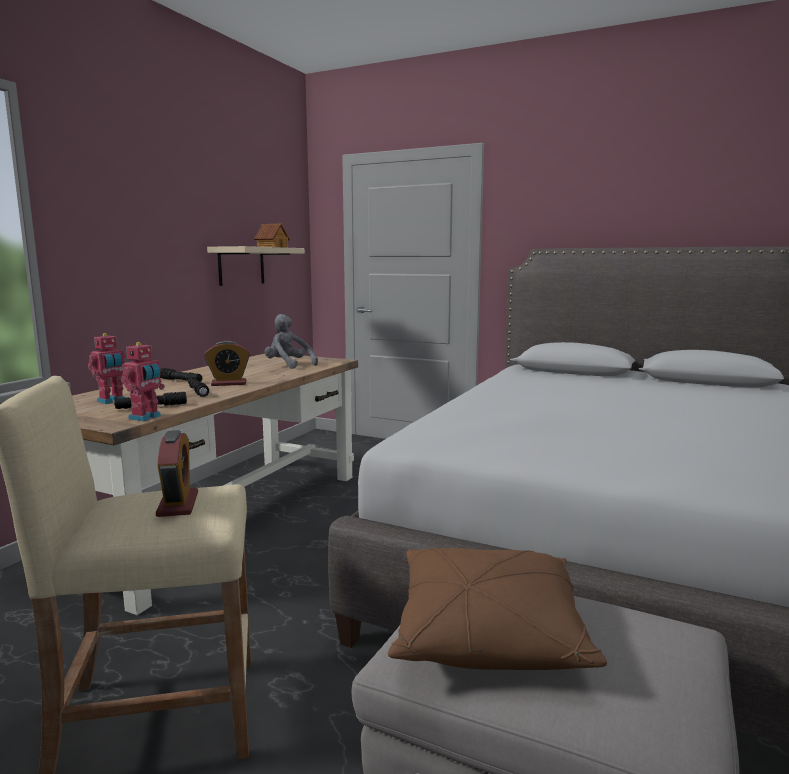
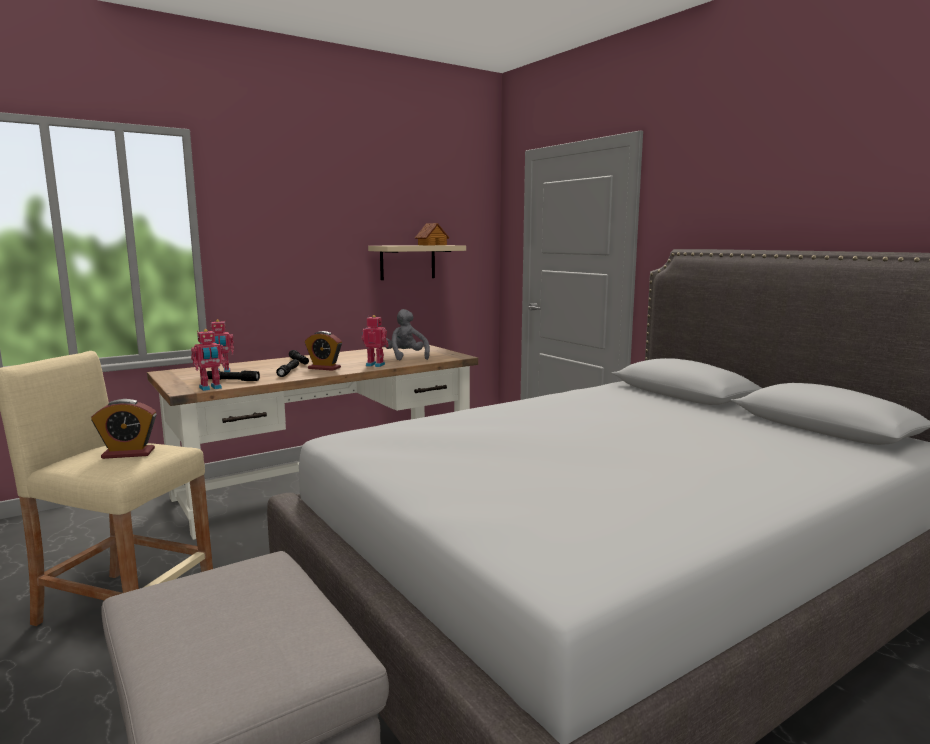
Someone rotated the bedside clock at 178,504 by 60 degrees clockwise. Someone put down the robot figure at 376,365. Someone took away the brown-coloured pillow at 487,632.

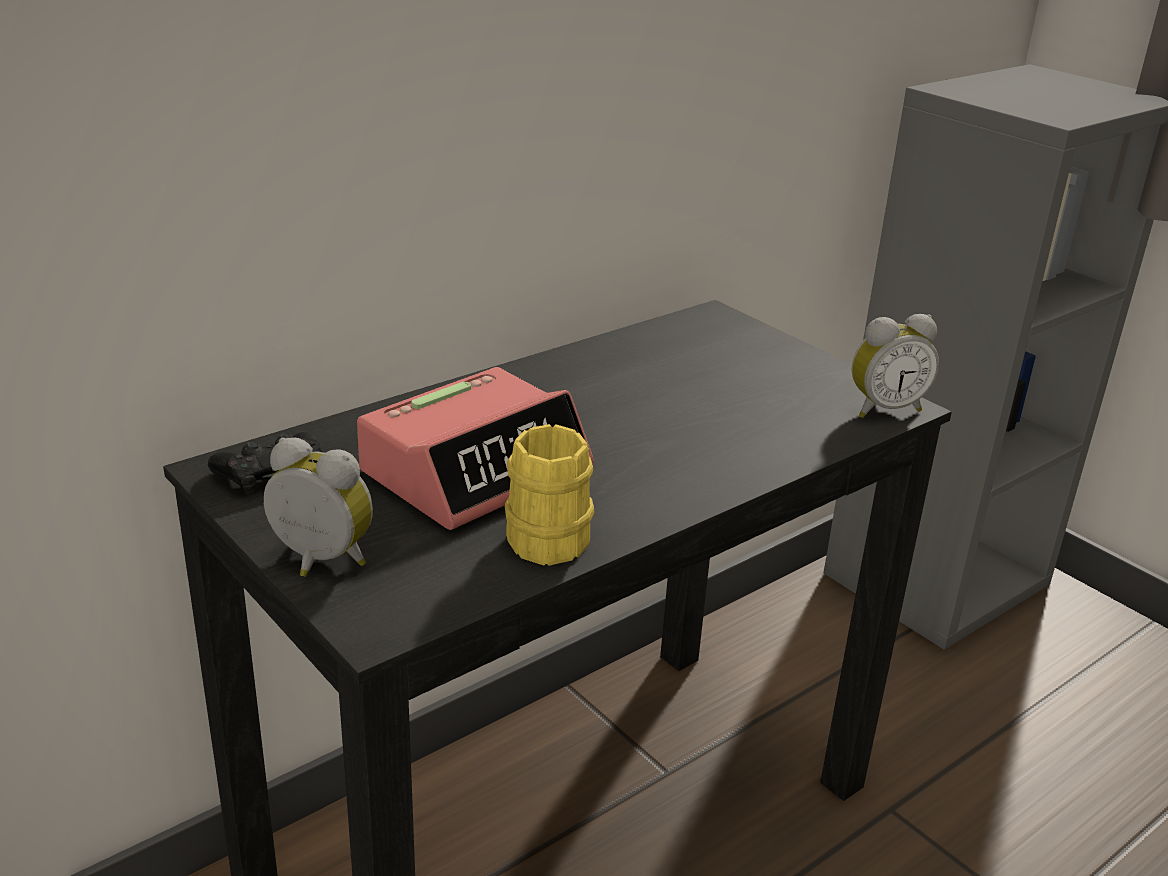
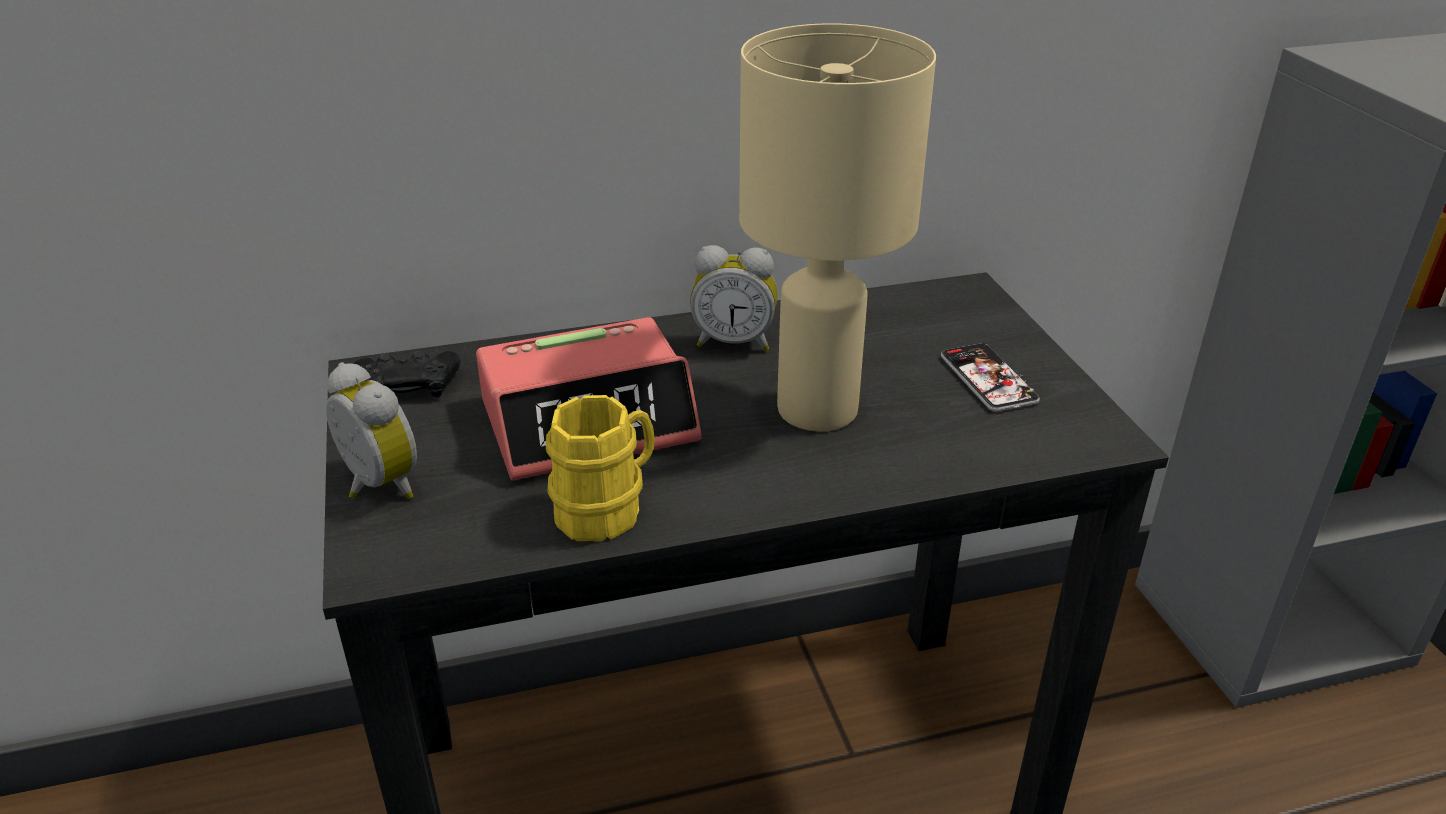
Someone carried the bedside clock from 884,408 to 734,342. Someone put down the beige table lamp at 818,410. Someone put down the telephone at 988,379.

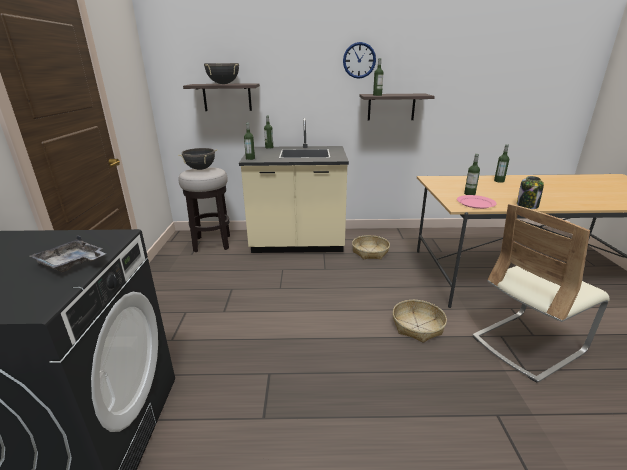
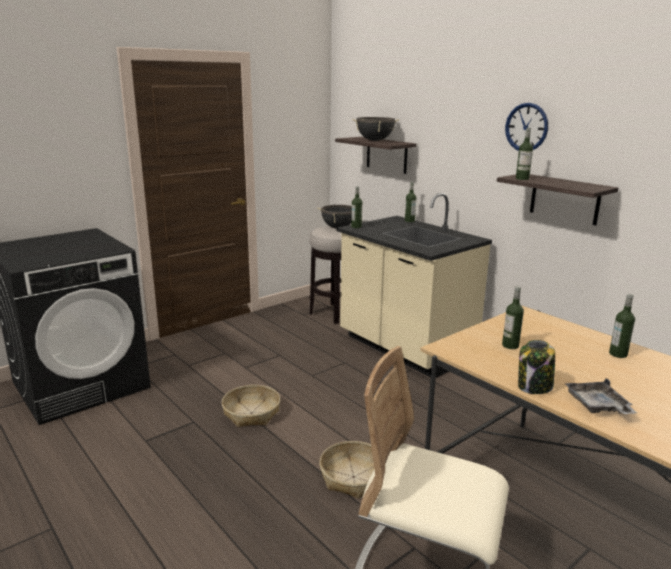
Someone carried the storage basket from 370,252 to 251,413. Someone carried the gray serving tray from 72,263 to 597,406. Someone took away the pink-coloured dinner plate at 475,203.

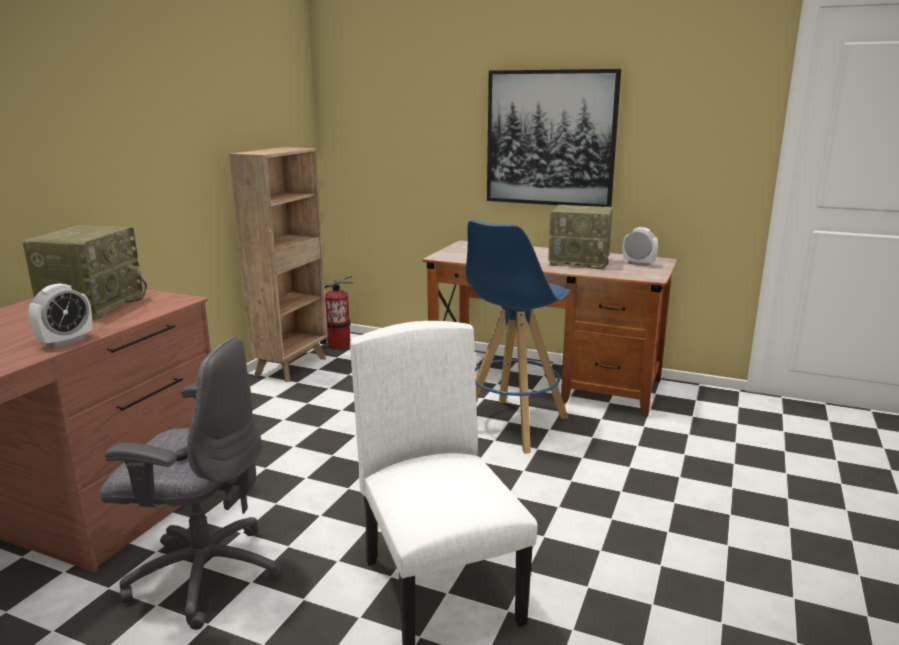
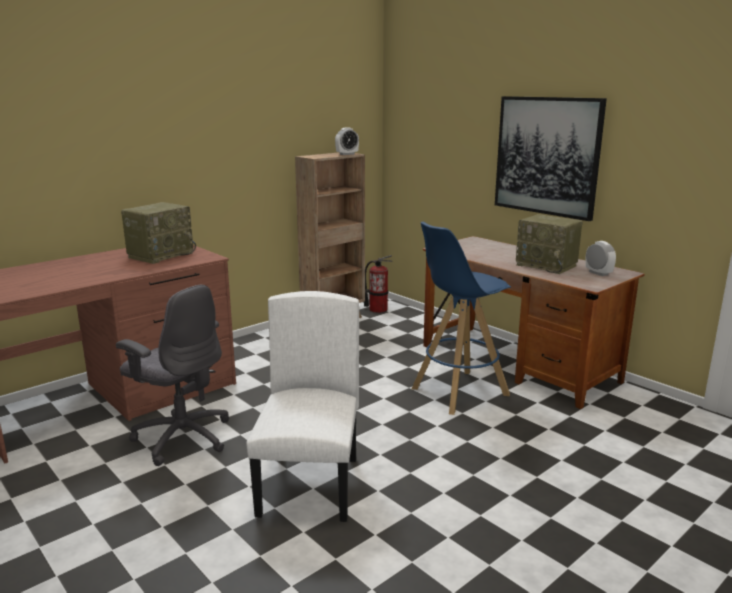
Someone carried the bedside clock from 66,341 to 347,154.

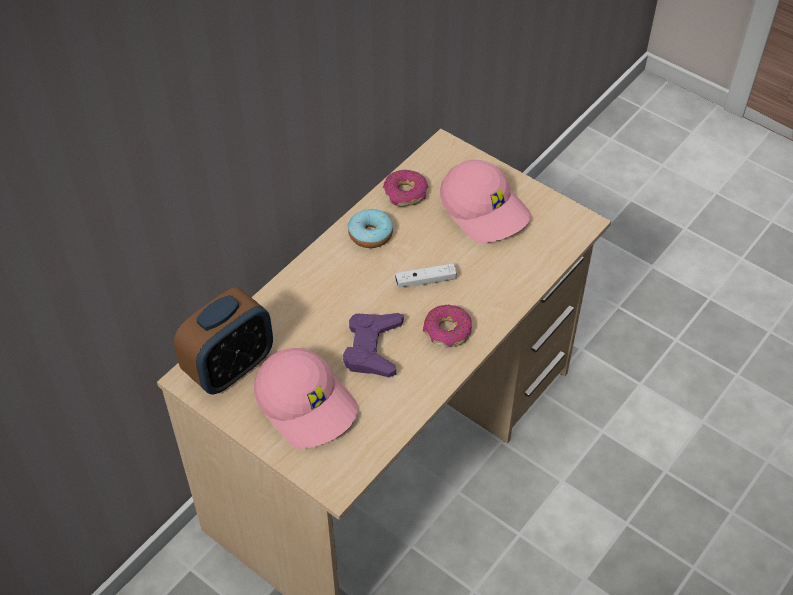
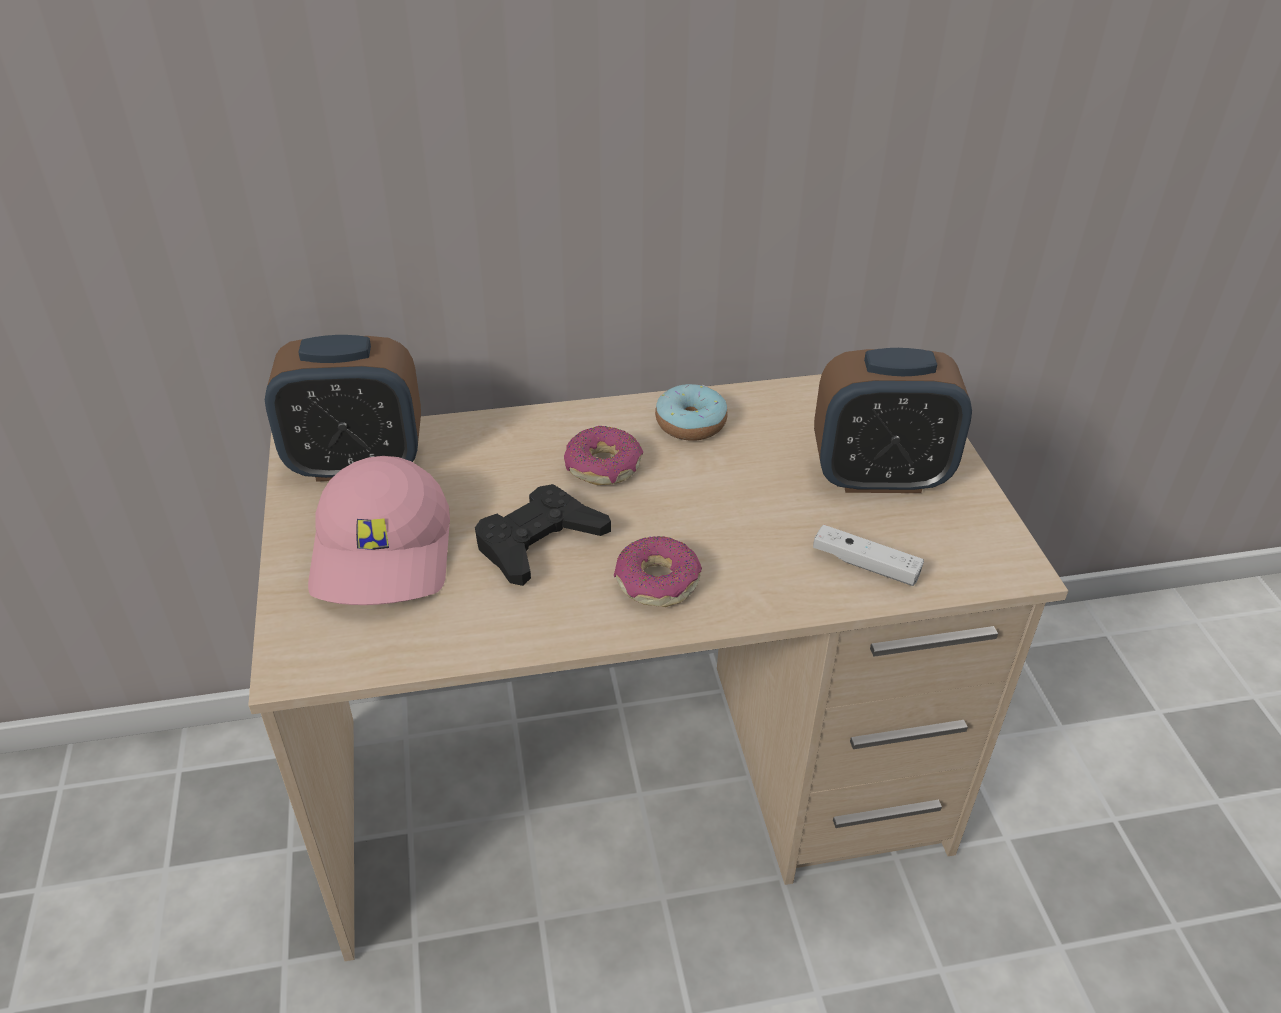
Someone repainted the purplish gamepad at 373,348, which became the blackish gamepad at 539,542. Someone carried the donut from 405,194 to 603,467. Someone carried the white-coloured gamepad from 425,281 to 865,564. Someone swapped the pink-coloured baseball cap at 486,210 for the bedside clock at 879,477.

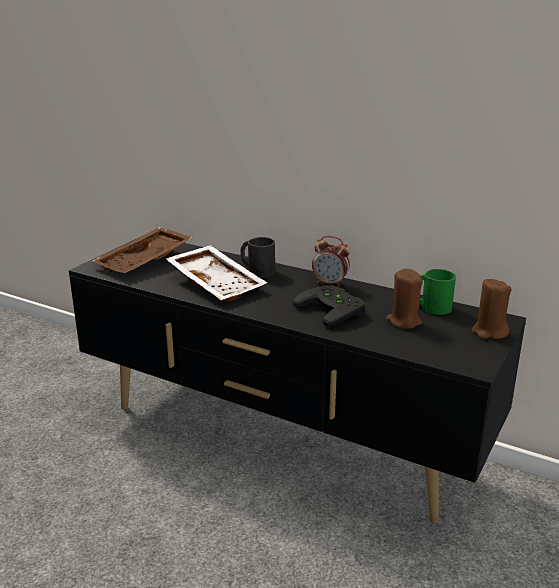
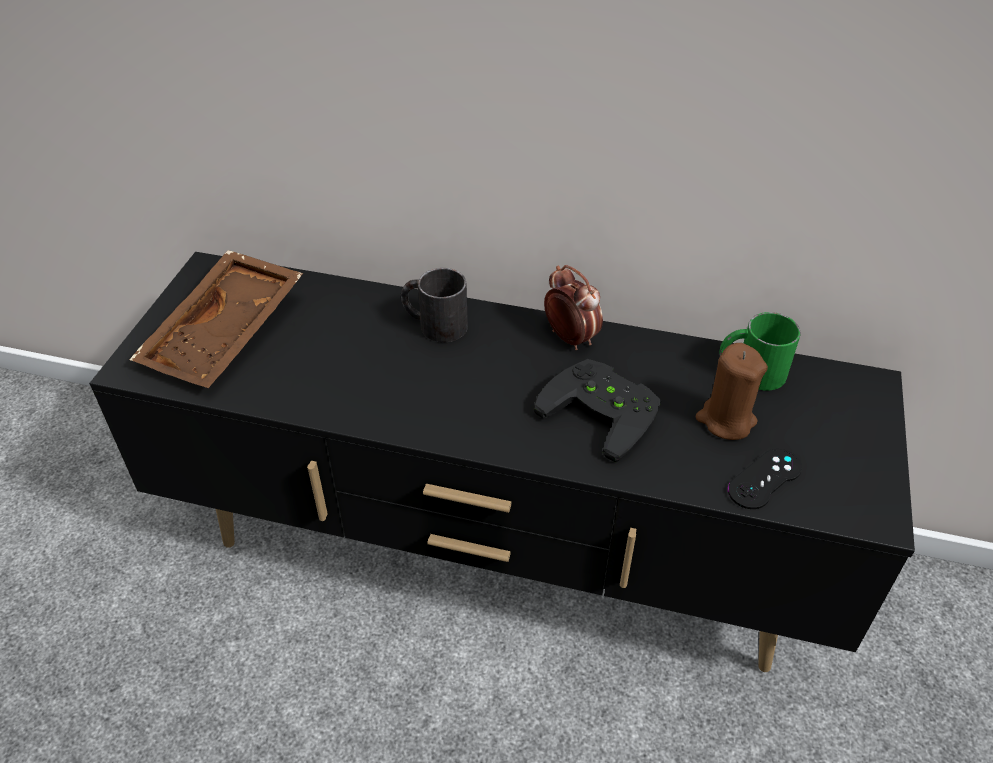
Someone rotated the bedside clock at 330,283 by 135 degrees counterclockwise. Someone put down the blackish gamepad at 765,479. Someone took away the white-coloured serving tray at 217,283. Someone took away the brown-coloured candle at 489,332.

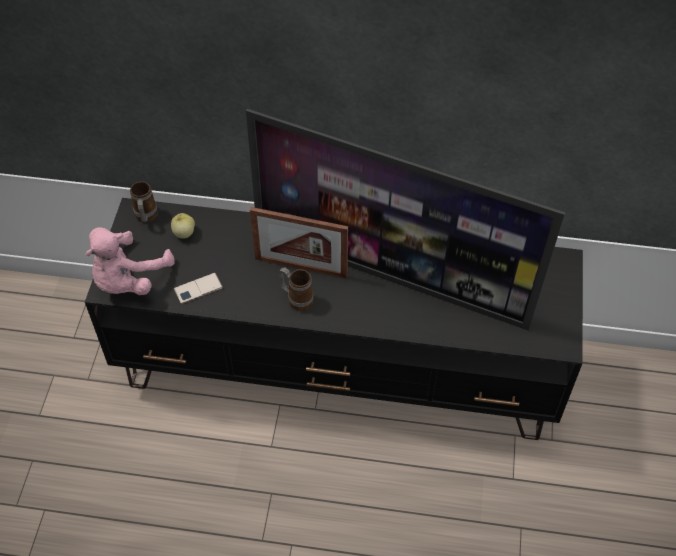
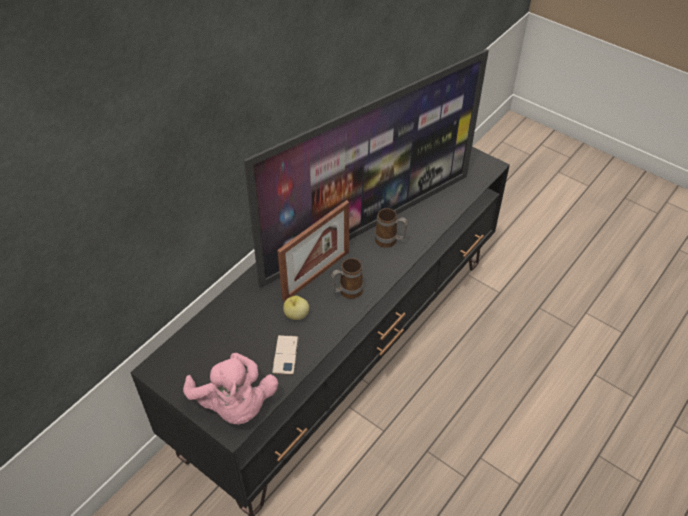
Someone carried the whole apple from 184,233 to 296,315. Someone carried the coffee mug from 146,218 to 390,241.

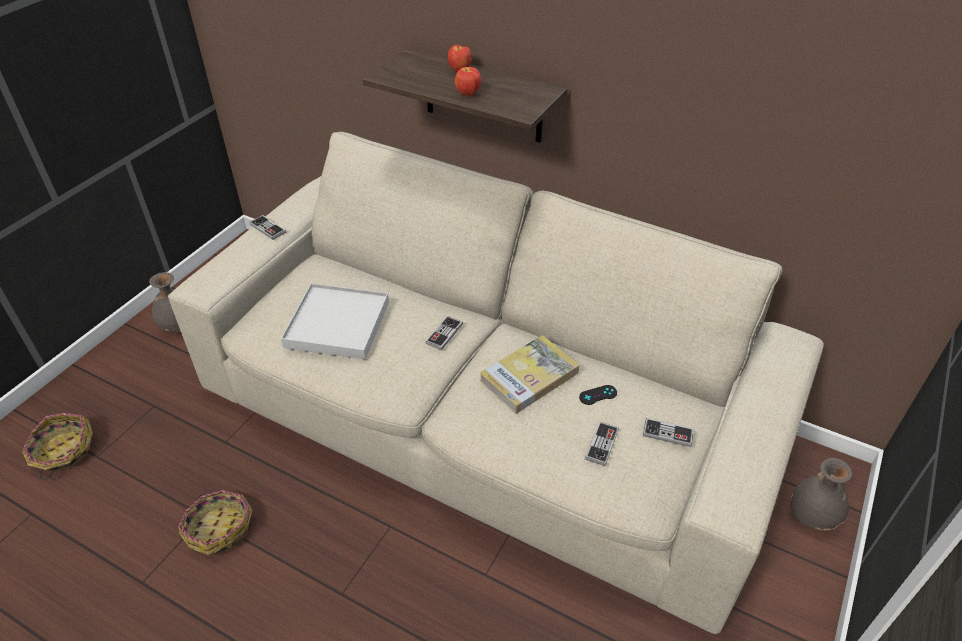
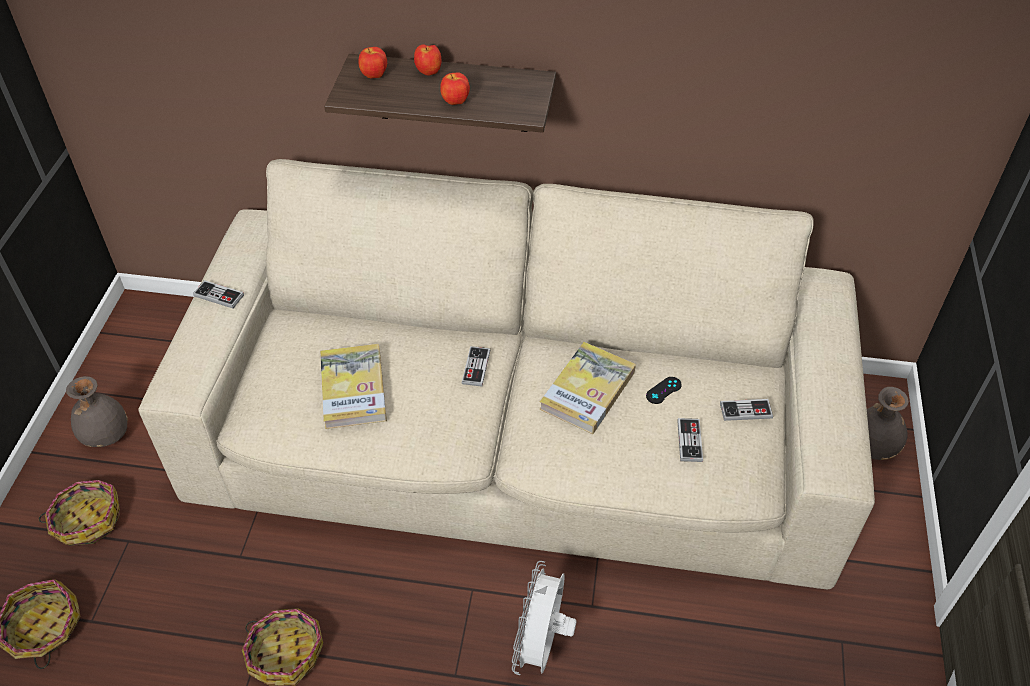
Someone put down the storage basket at 87,520. Someone swapped the white-coloured serving tray at 337,324 for the volume at 353,389. Someone put down the whole apple at 374,76. Someone put down the white-coloured electric fan at 542,645.

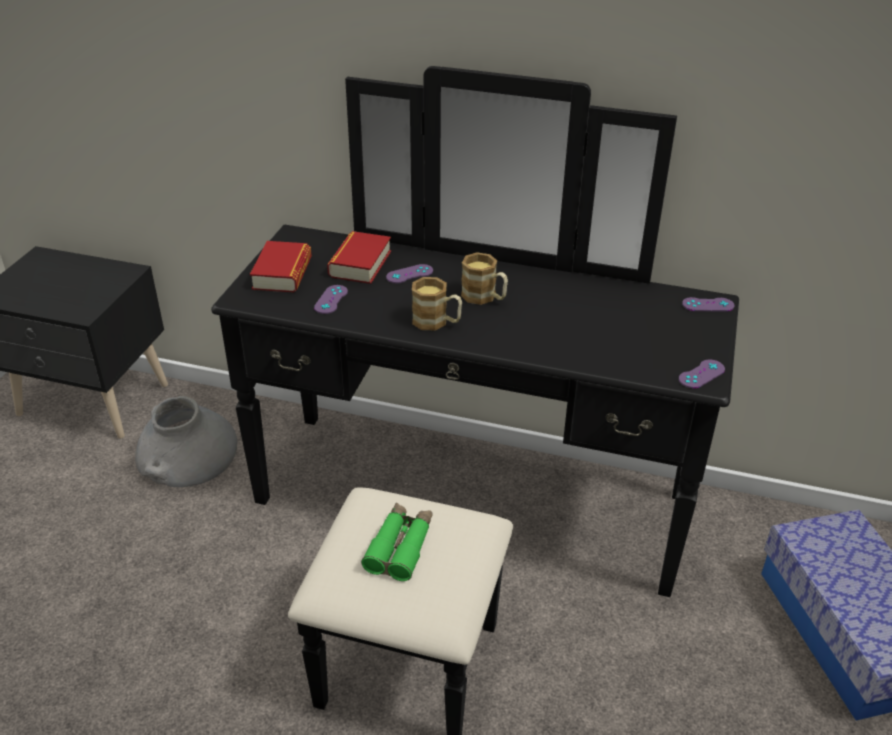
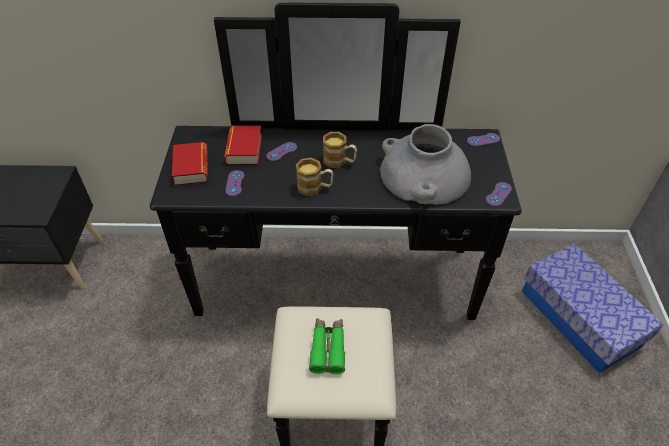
Someone carried the gray vase from 186,453 to 424,175.

